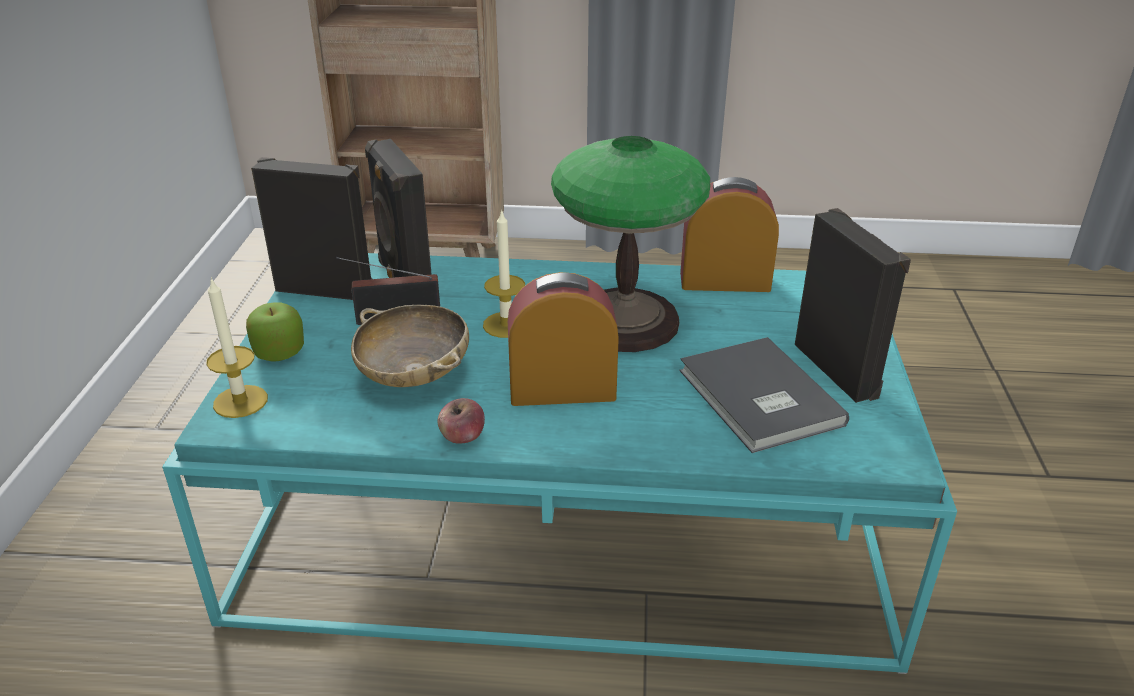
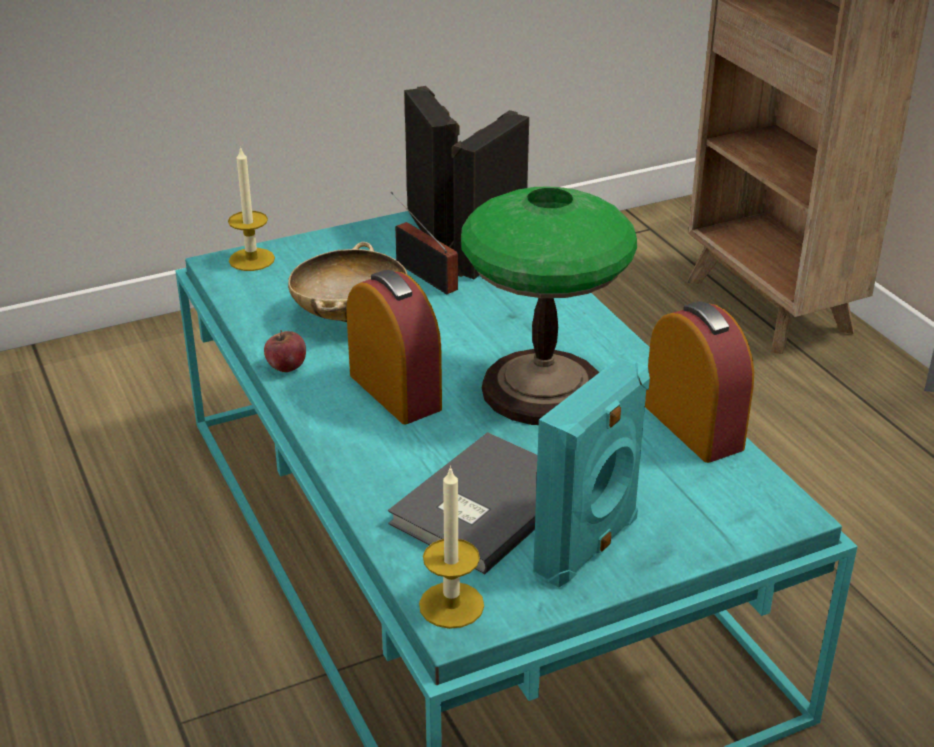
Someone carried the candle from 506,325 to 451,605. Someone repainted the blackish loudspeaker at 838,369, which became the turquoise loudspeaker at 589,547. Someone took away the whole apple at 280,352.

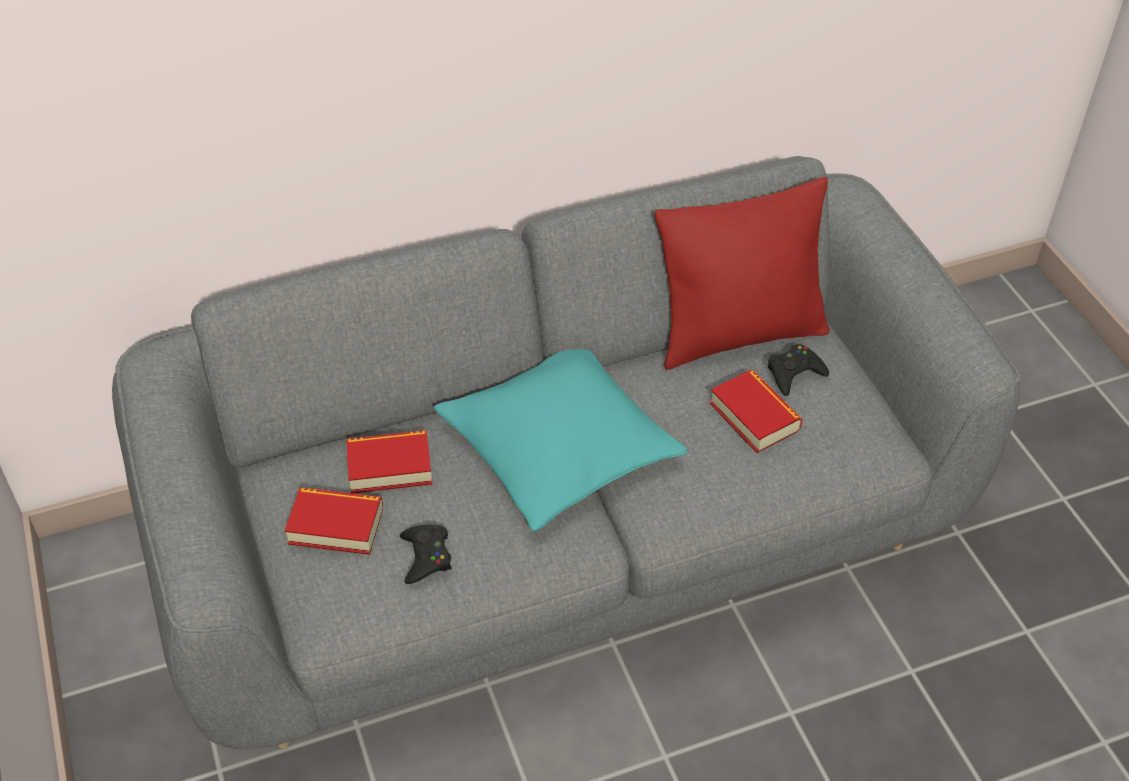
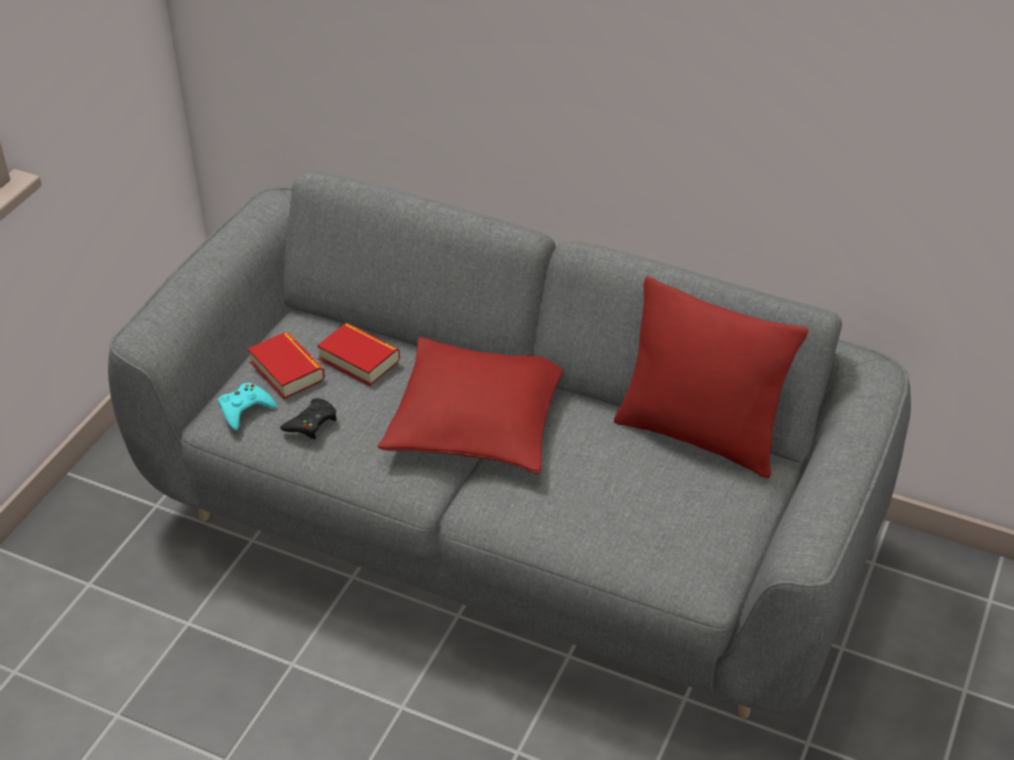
Someone put down the turquoise gamepad at 245,409. Someone repainted the turquoise pillow at 558,448, which became the red pillow at 476,421. Someone took away the volume at 754,417. Someone took away the blackish gamepad at 794,373.

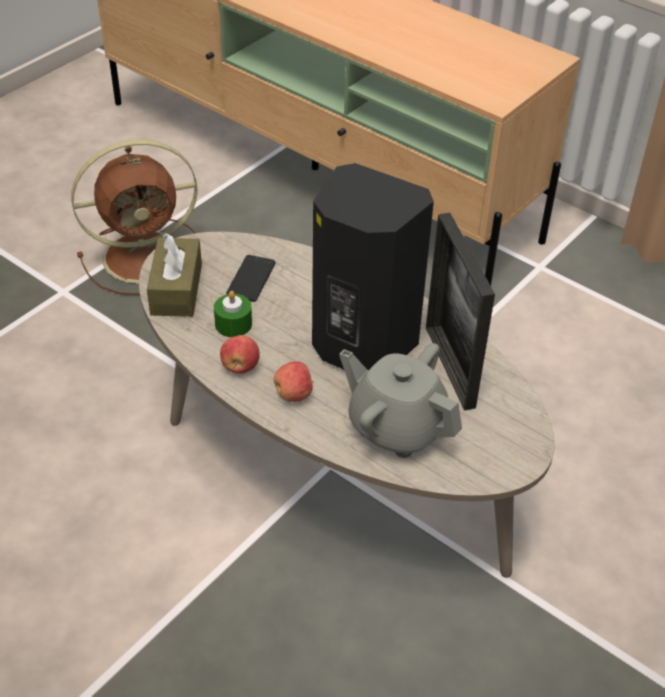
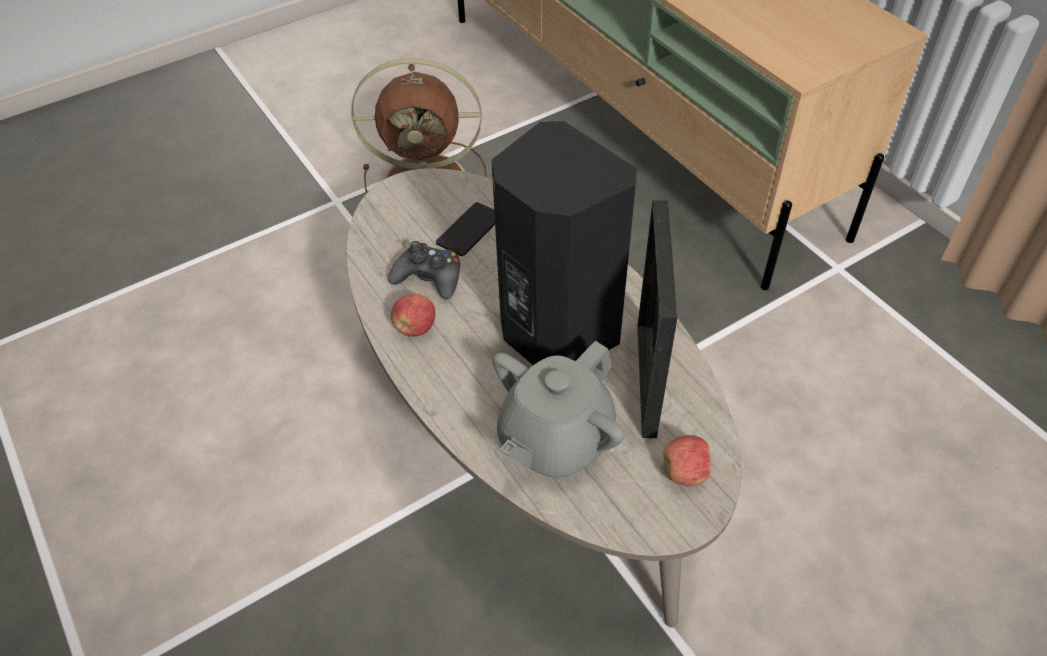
Someone swapped the green-coloured candle at 233,324 for the blackish gamepad at 429,277. Someone rotated the gray tea pot at 396,427 by 105 degrees counterclockwise. Someone carried the whole apple from 294,394 to 685,472. Someone took away the brown-coloured tissue box at 176,289.

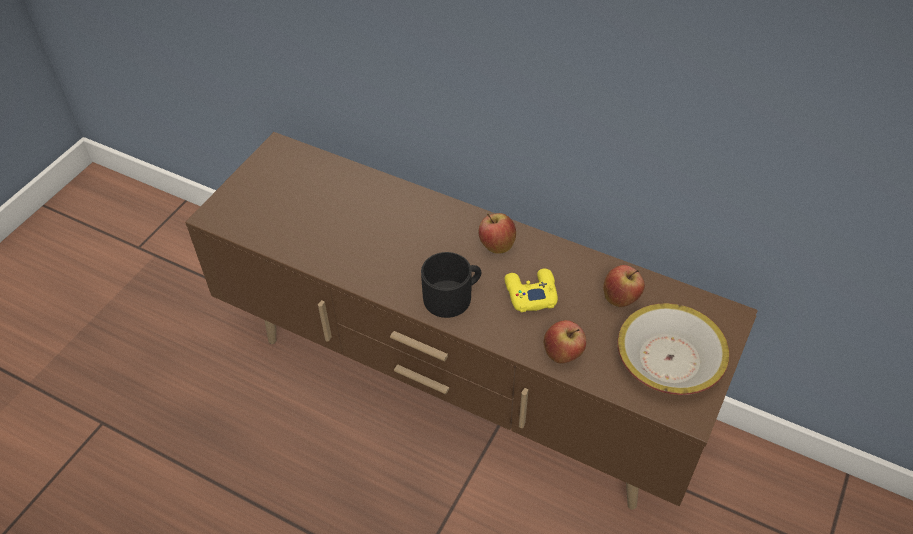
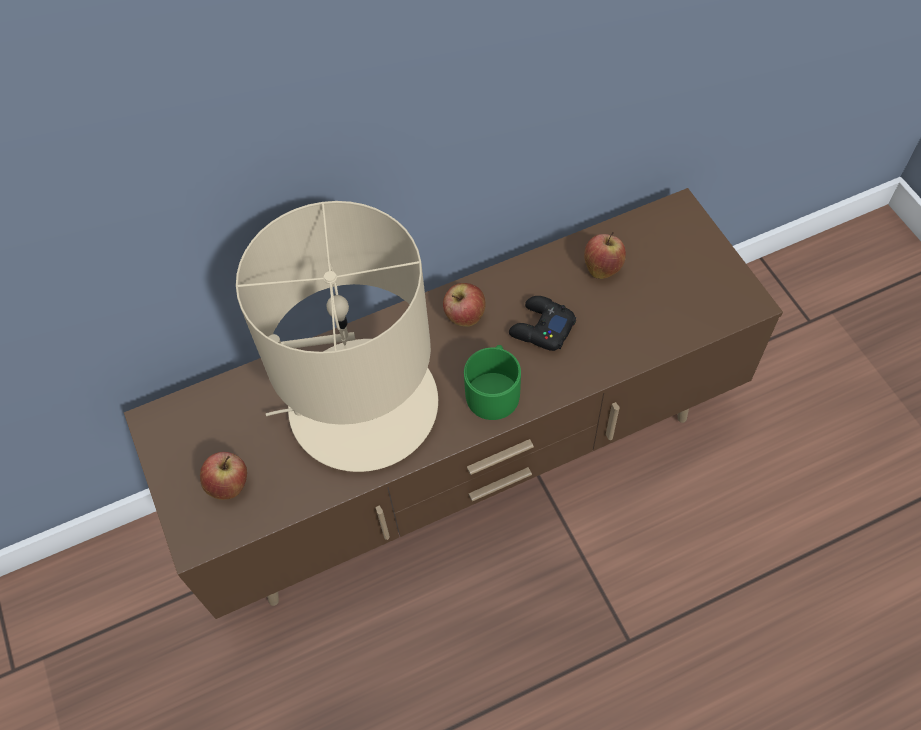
Someone carried the whole apple from 563,355 to 230,485. Someone put down the beige table lamp at 361,406. Someone repainted the blackish coffee mug at 453,296, which became the green-coloured coffee mug at 494,389. Someone repainted the yellowish gamepad at 530,293, which became the blackish gamepad at 541,328. Someone took away the deep dish at 669,359.

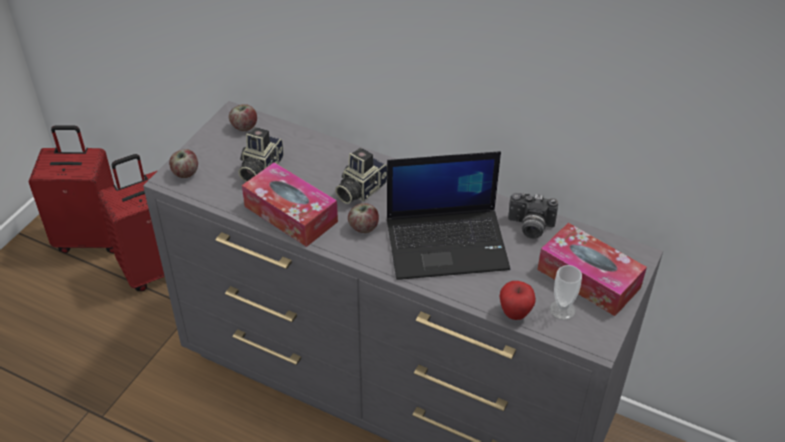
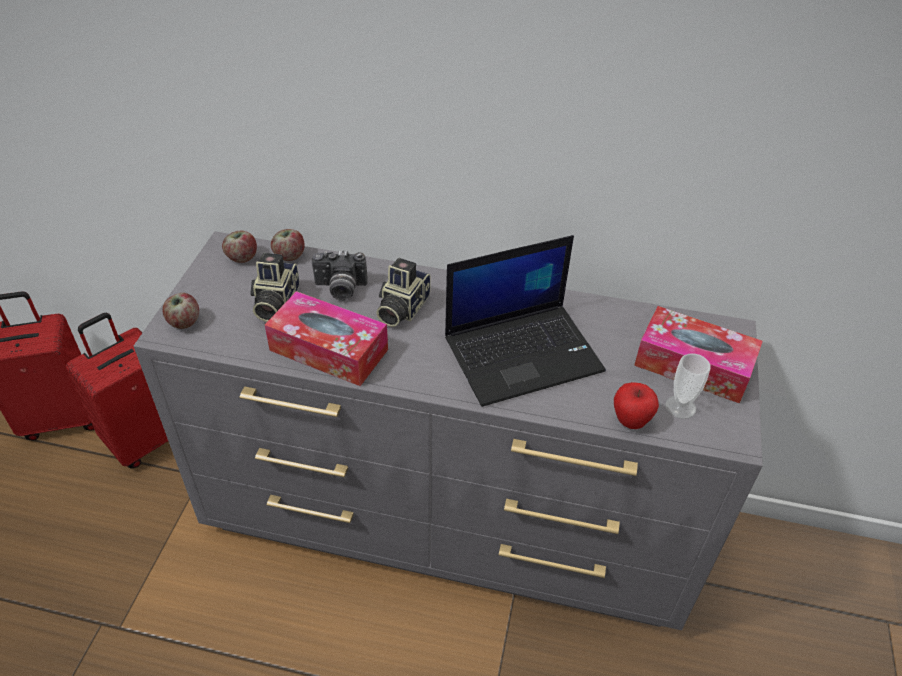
Someone carried the whole apple from 363,227 to 289,256. Someone carried the photo camera from 530,227 to 340,289.

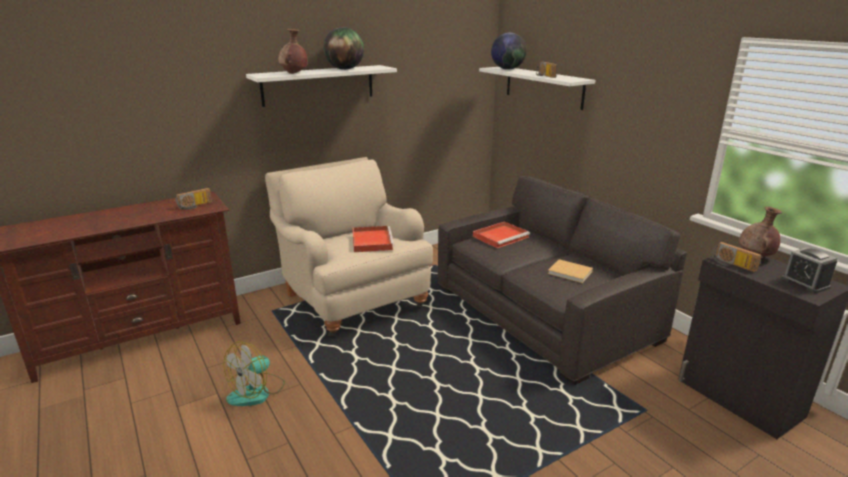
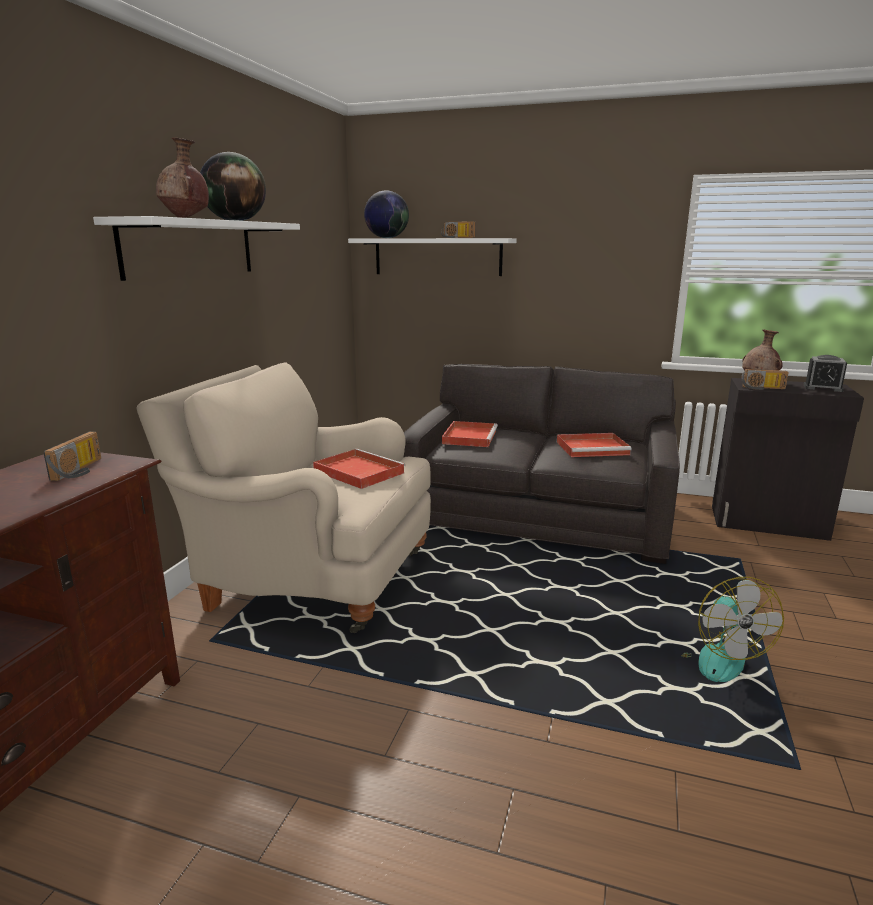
Someone swapped the beige volume at 571,273 for the red serving tray at 593,448. Someone carried the electric fan from 257,392 to 713,656.

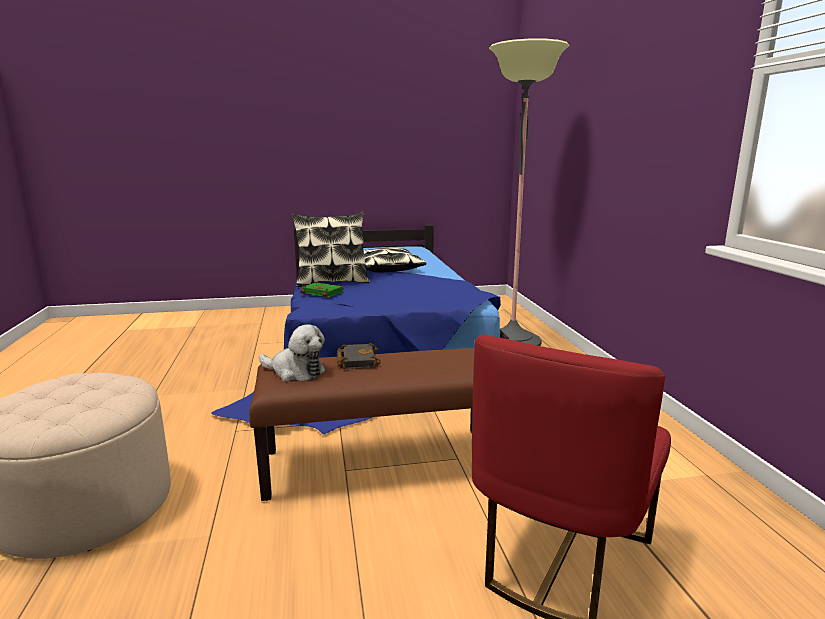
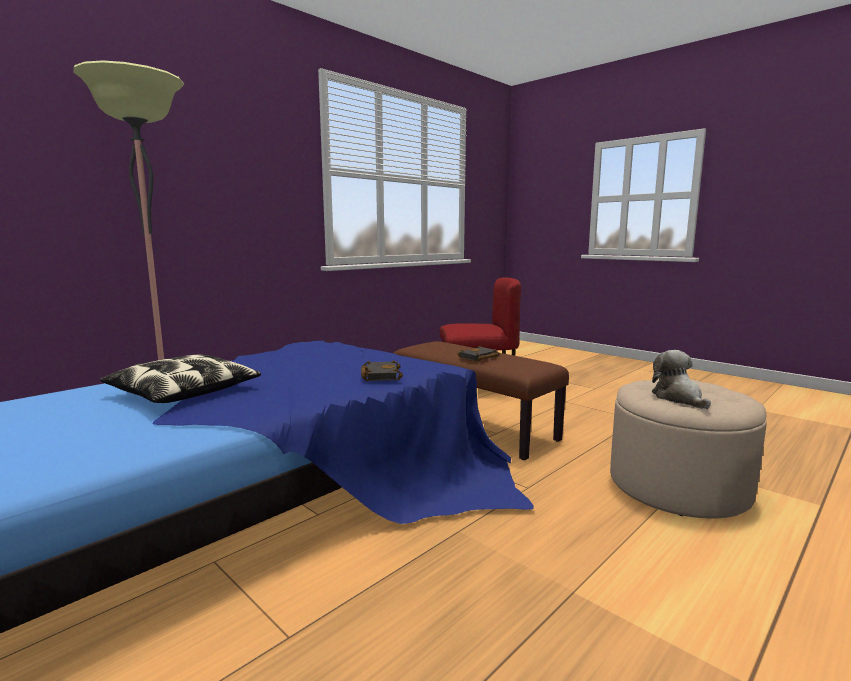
Someone repainted the green-coloured volume at 324,293, which became the blackish volume at 379,375. Someone carried the soft toy from 295,371 to 678,398. Someone took away the pillow at 332,282.

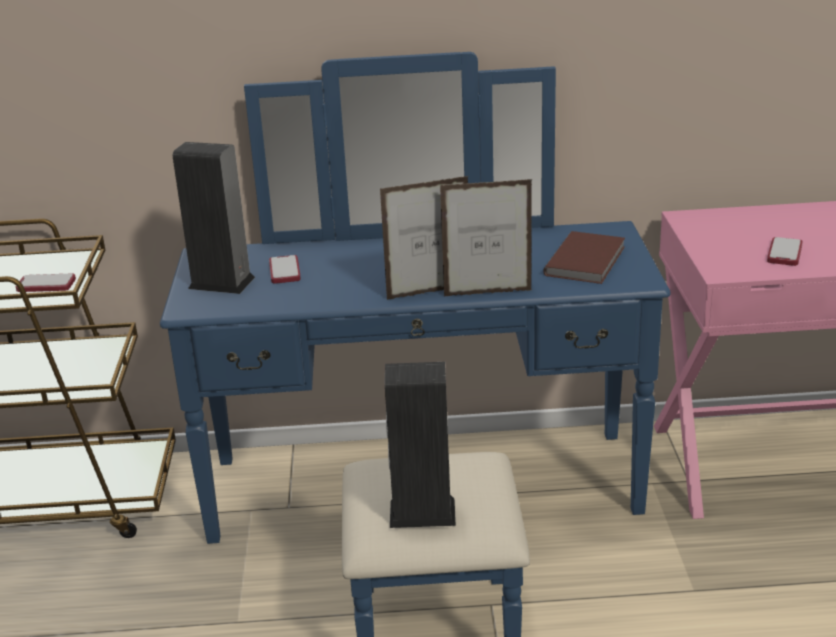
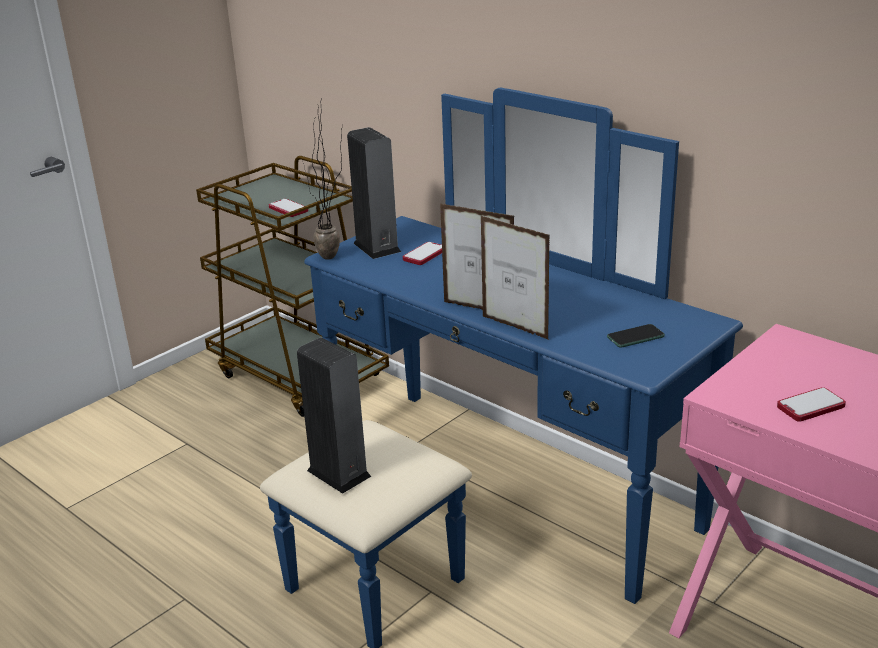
Someone put down the potted plant at 333,260. Someone swapped the brown-coloured volume at 587,260 for the telephone at 635,337.

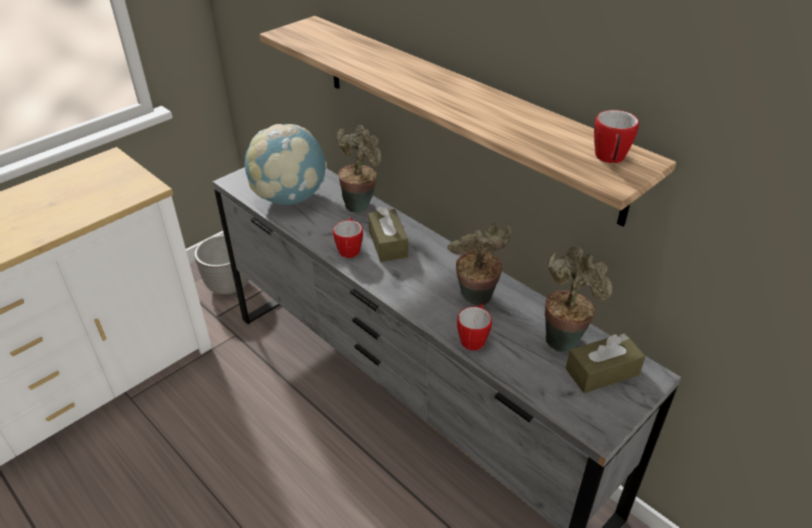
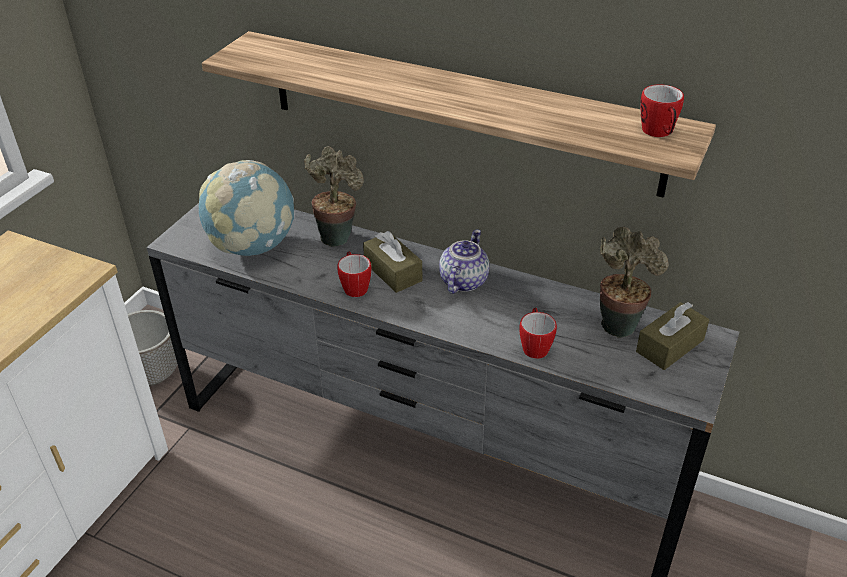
Someone put down the tea pot at 462,281. Someone took away the potted plant at 476,300.

